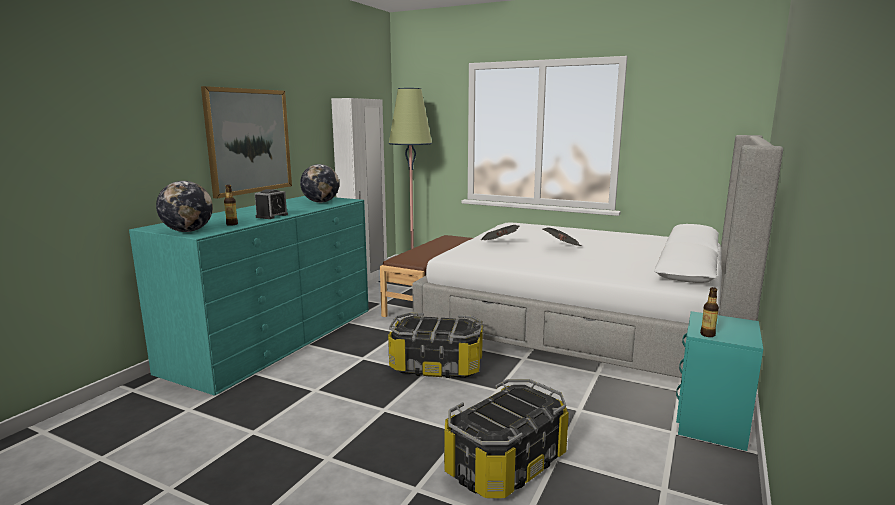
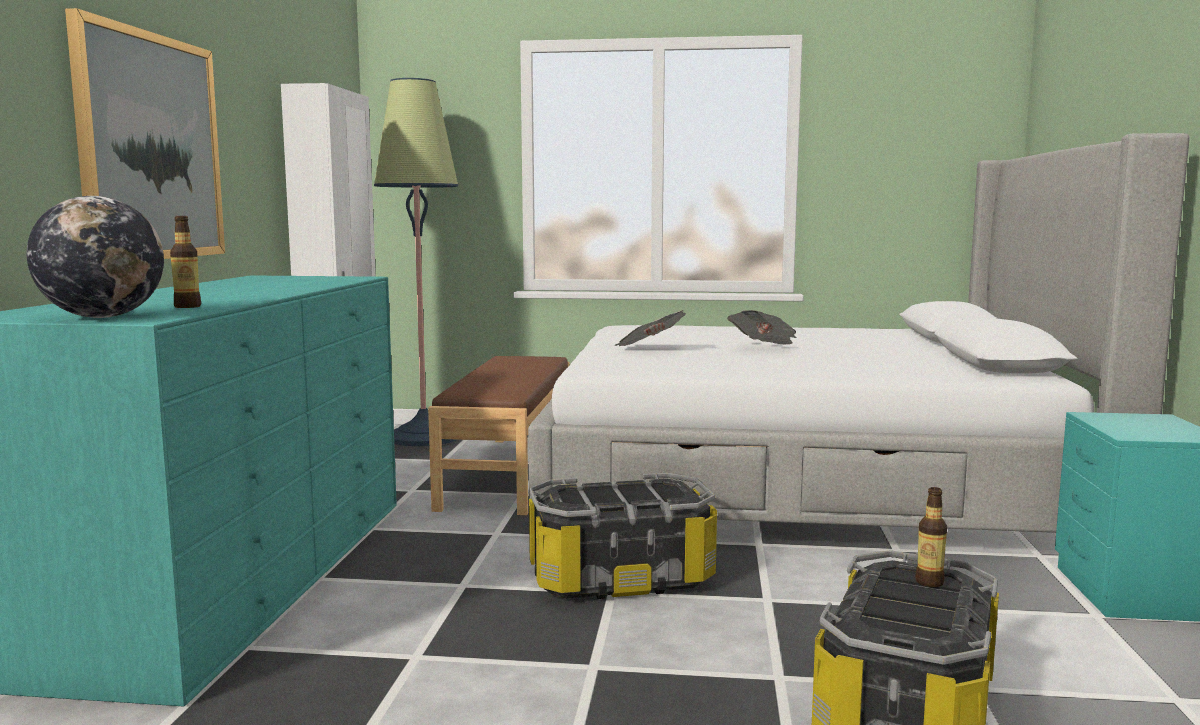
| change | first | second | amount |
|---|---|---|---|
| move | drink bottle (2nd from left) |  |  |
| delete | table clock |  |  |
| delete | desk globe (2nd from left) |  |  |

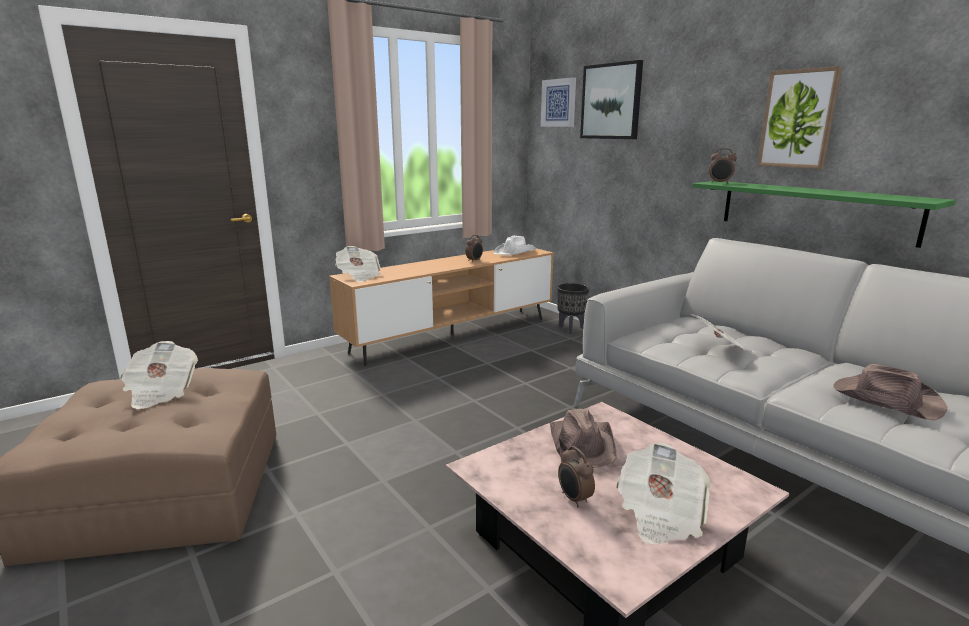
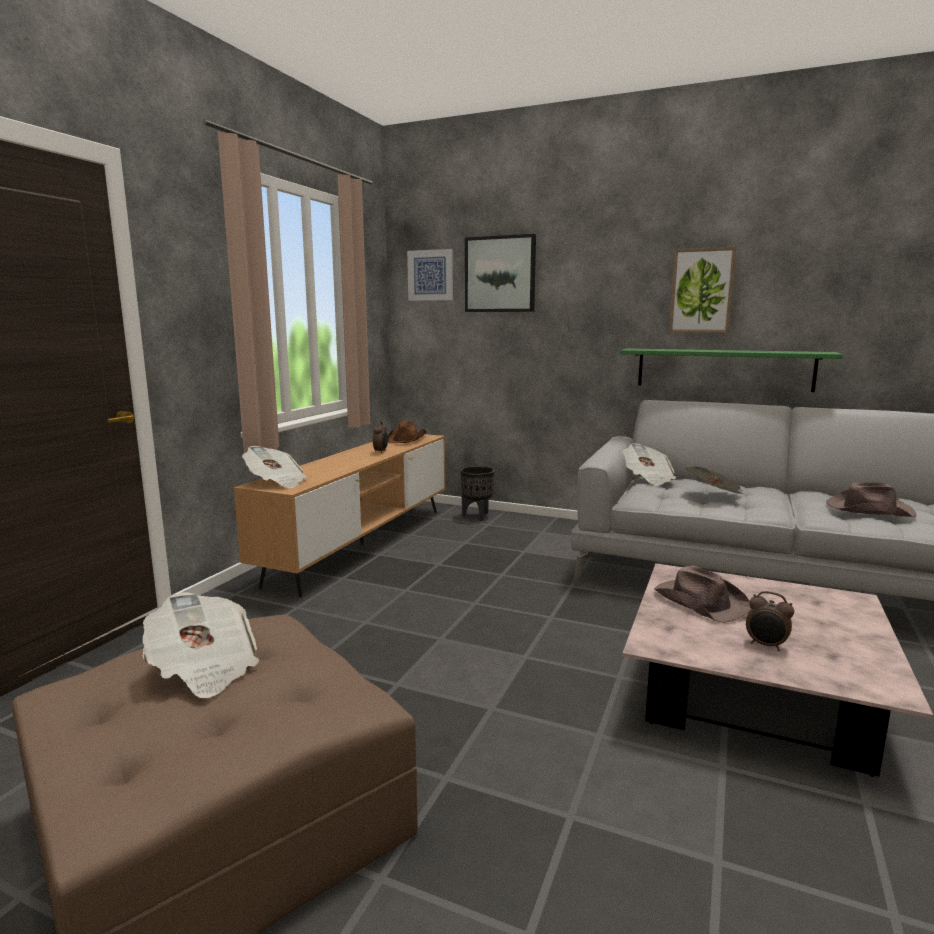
| change | first | second | amount |
|---|---|---|---|
| recolor | hat/white | hat/brownish (1st from left) |  |
| move | newspaper (3rd from left) |  |  |
| delete | table clock (3rd from left) |  |  |

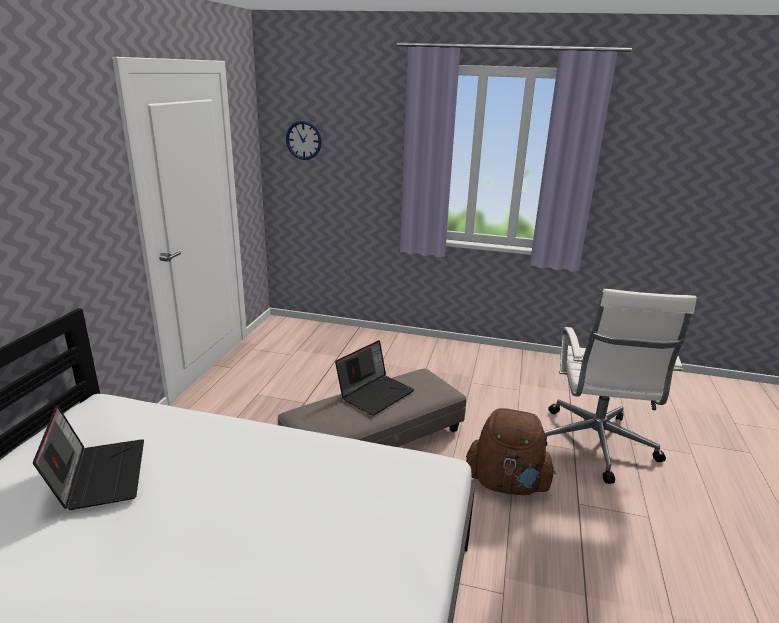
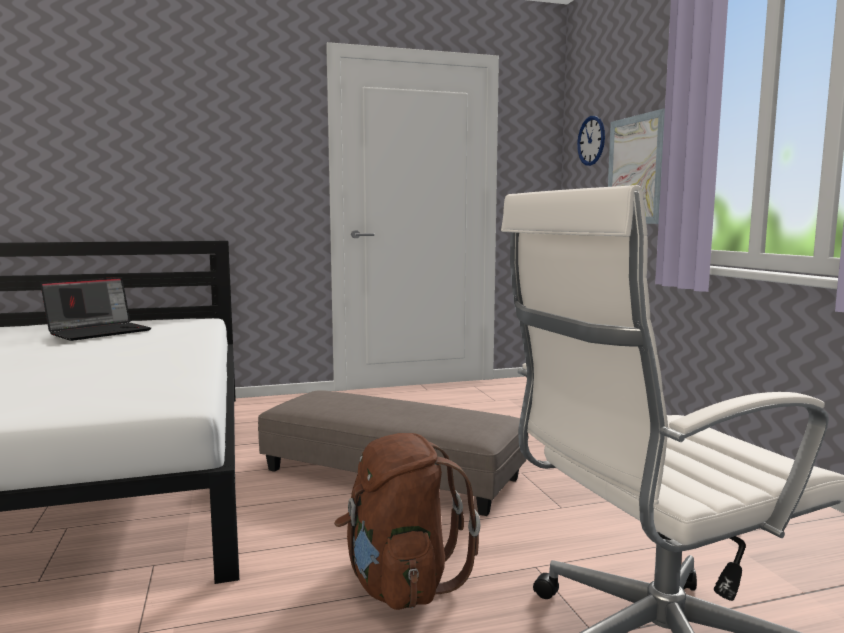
| change | first | second | amount |
|---|---|---|---|
| insert |  | picture |  |
| delete | laptop (2nd from left) |  |  |

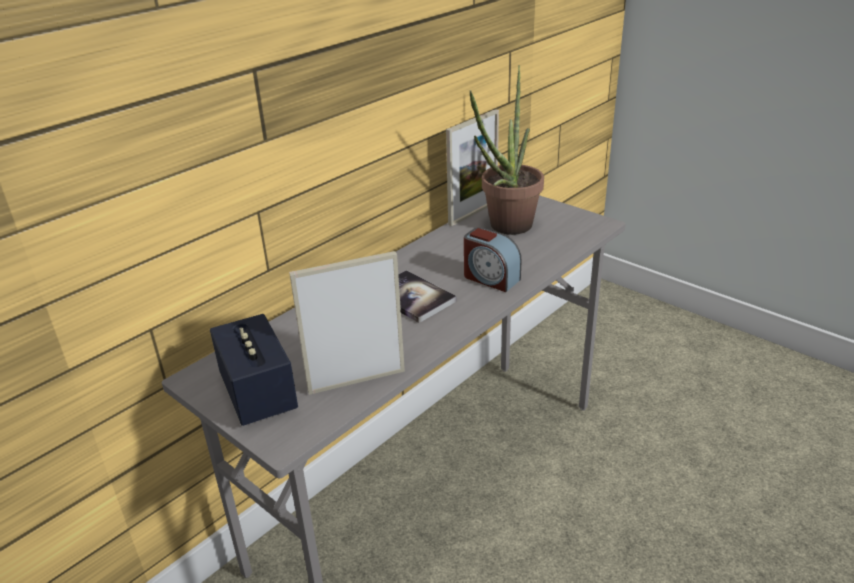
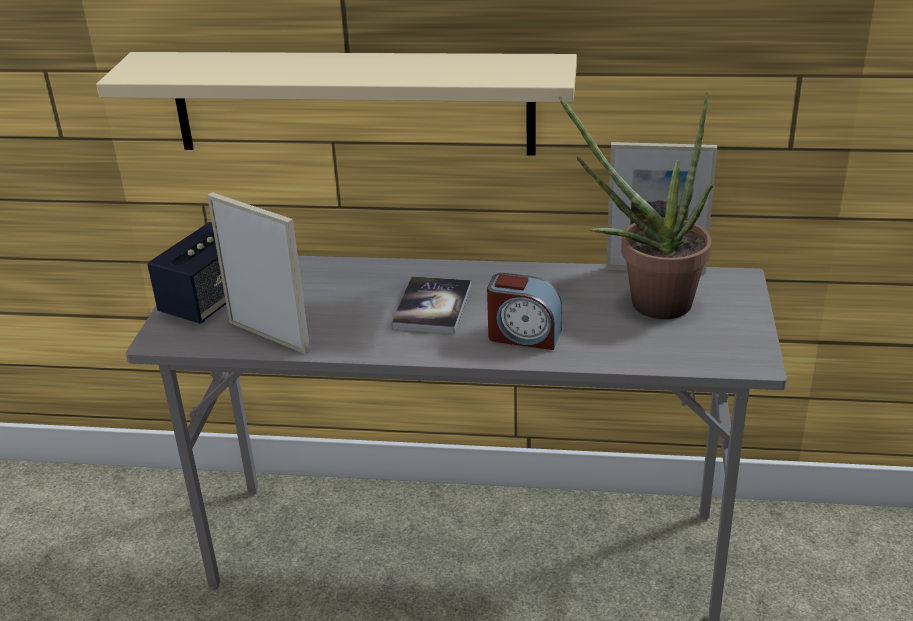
| change | first | second | amount |
|---|---|---|---|
| insert |  | shelf/sand-coloured |  |
| rotate | table clock |  | 75 degrees counterclockwise |

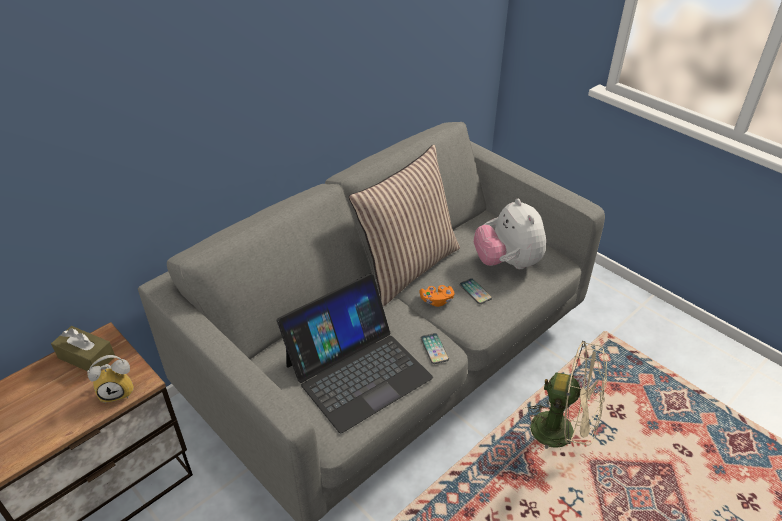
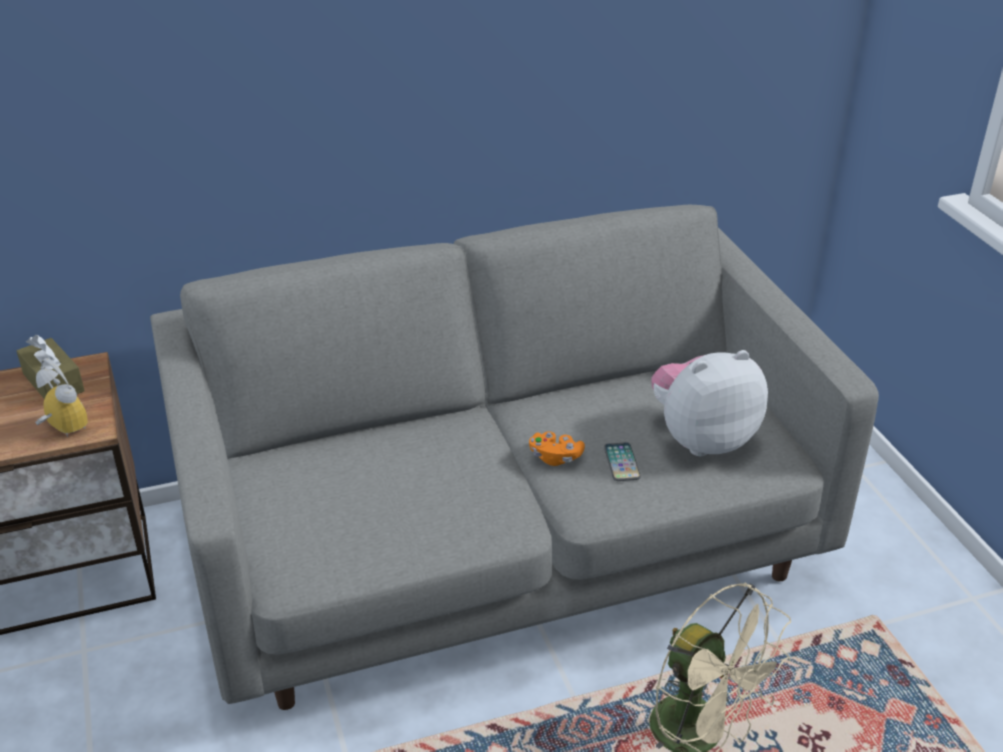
| change | first | second | amount |
|---|---|---|---|
| rotate | table clock |  | 150 degrees counterclockwise |
| rotate | cuddly toy |  | 60 degrees clockwise |
| delete | laptop |  |  |
| delete | pillow |  |  |
| delete | phone (1st from left) |  |  |

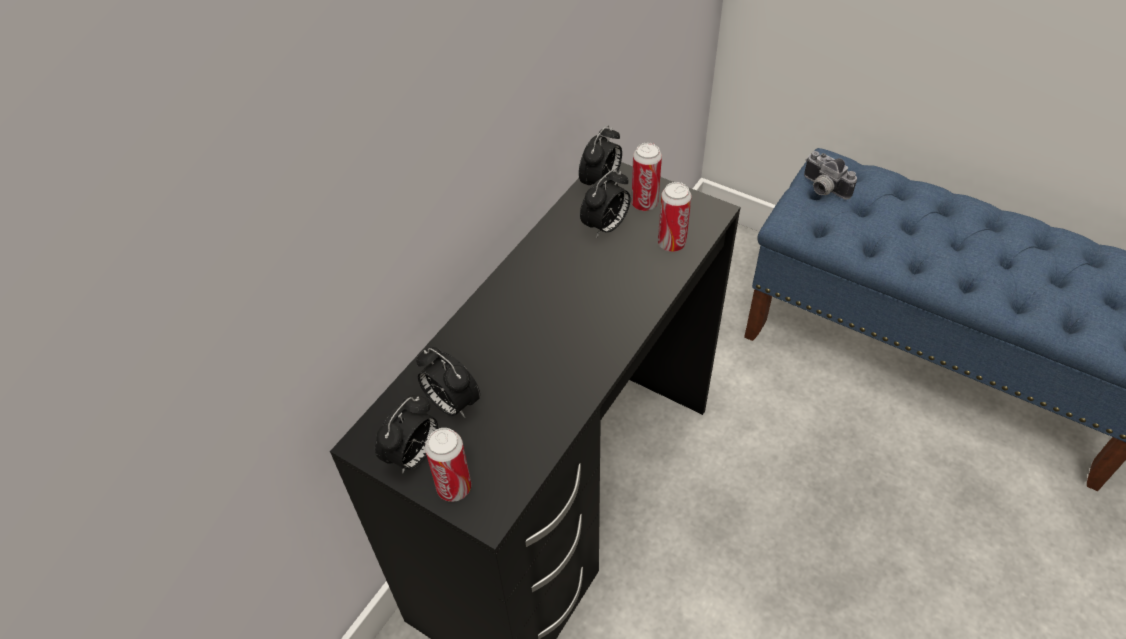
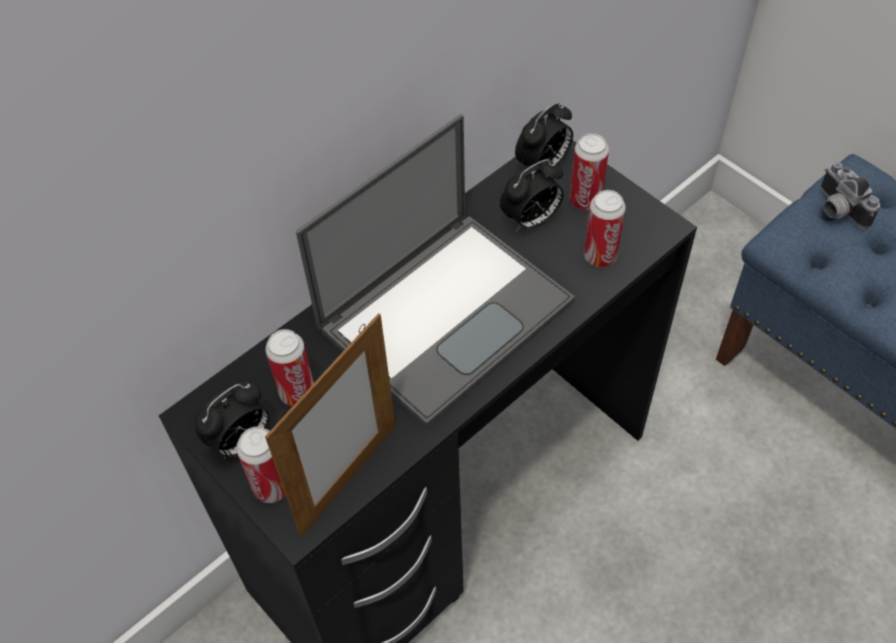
| change | first | second | amount |
|---|---|---|---|
| insert |  | standing frame |  |
| replace | table clock (2nd from left) | sealed can (2nd from left) |  |
| insert |  | laptop |  |

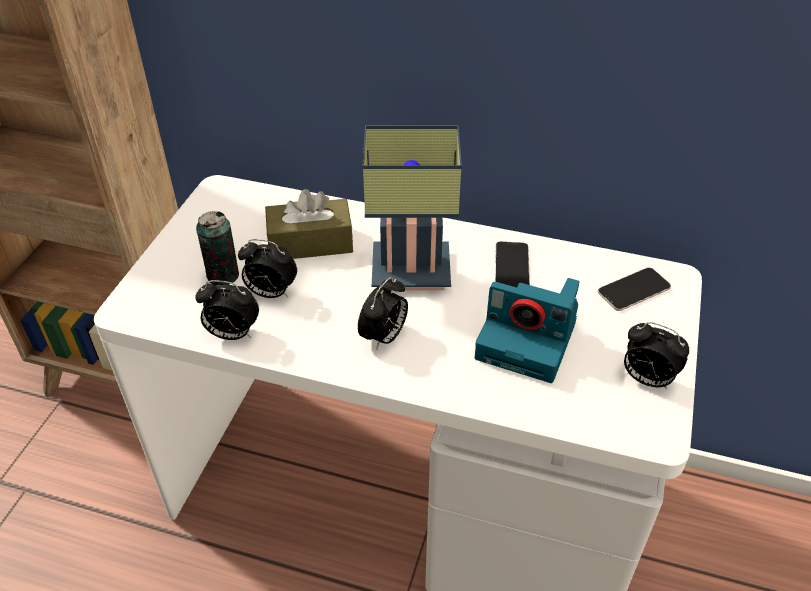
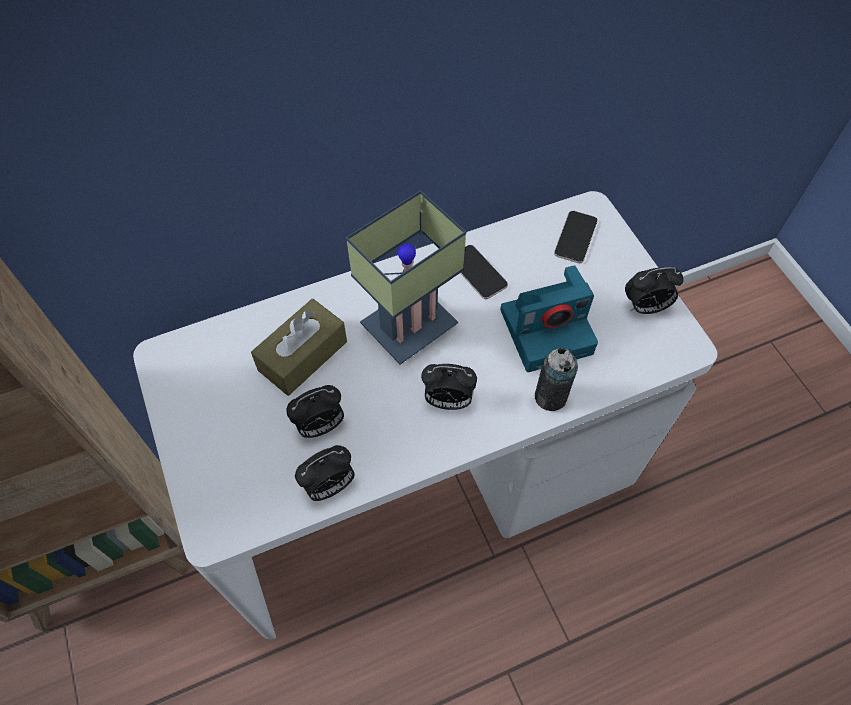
| change | first | second | amount |
|---|---|---|---|
| rotate | table clock (3rd from left) |  | 105 degrees clockwise |
| move | sealed can |  |  |

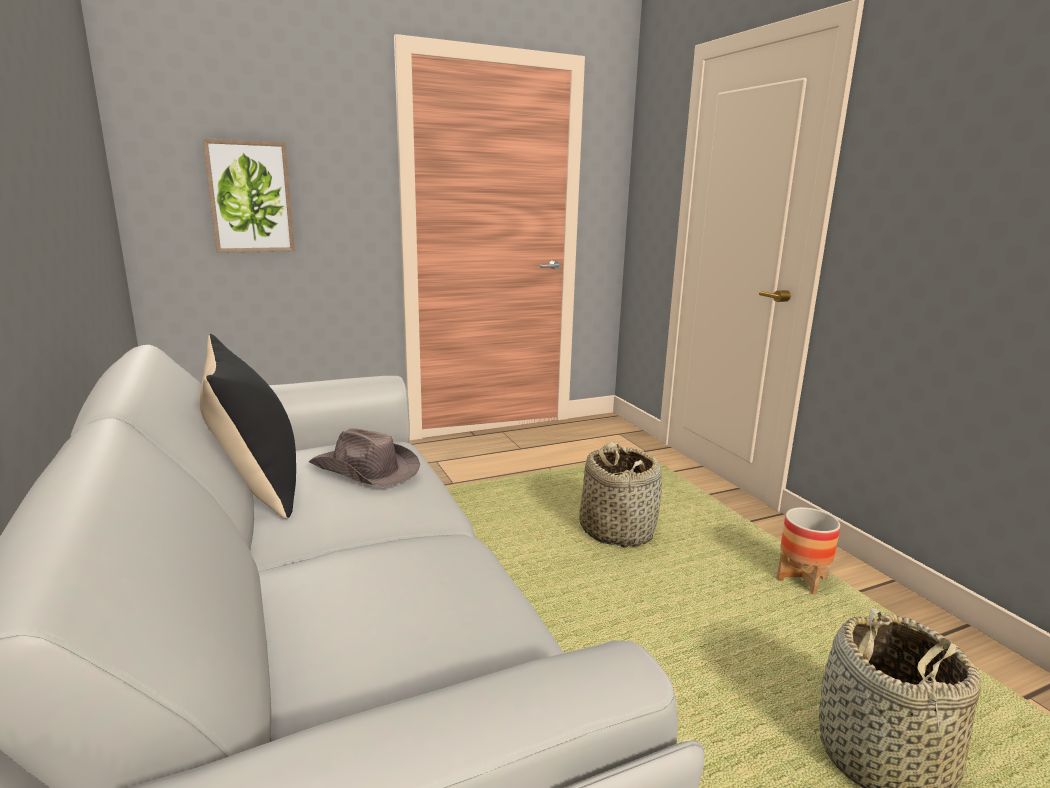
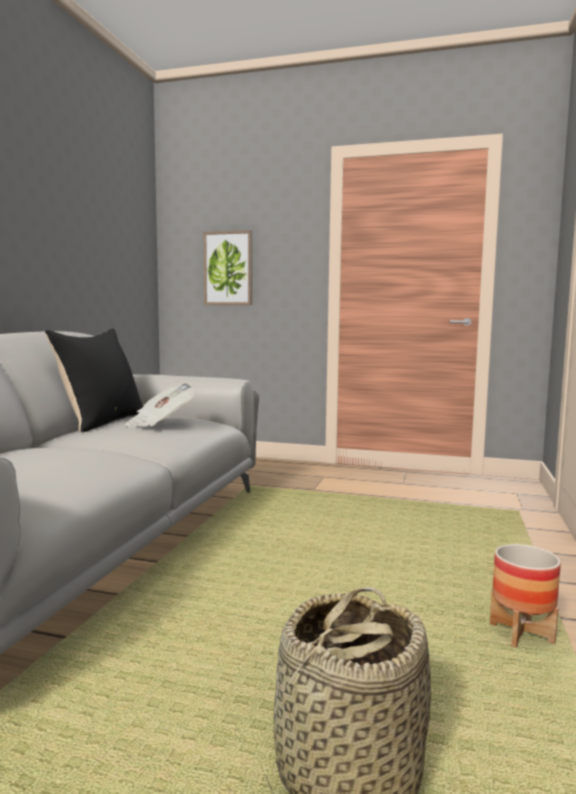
| change | first | second | amount |
|---|---|---|---|
| replace | hat/brownish | newspaper |  |
| delete | household basket (1st from left) |  |  |

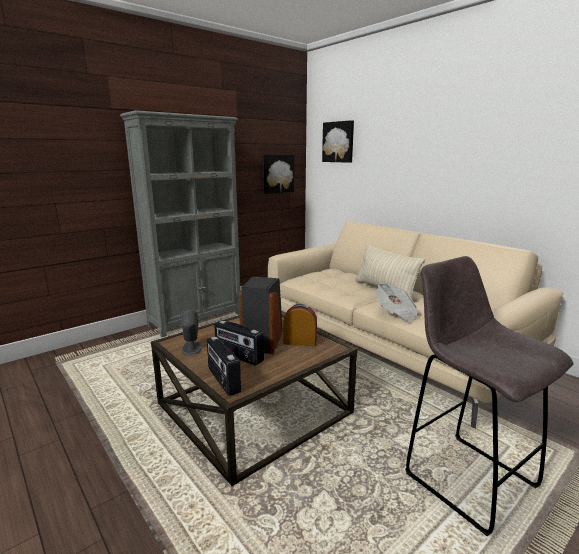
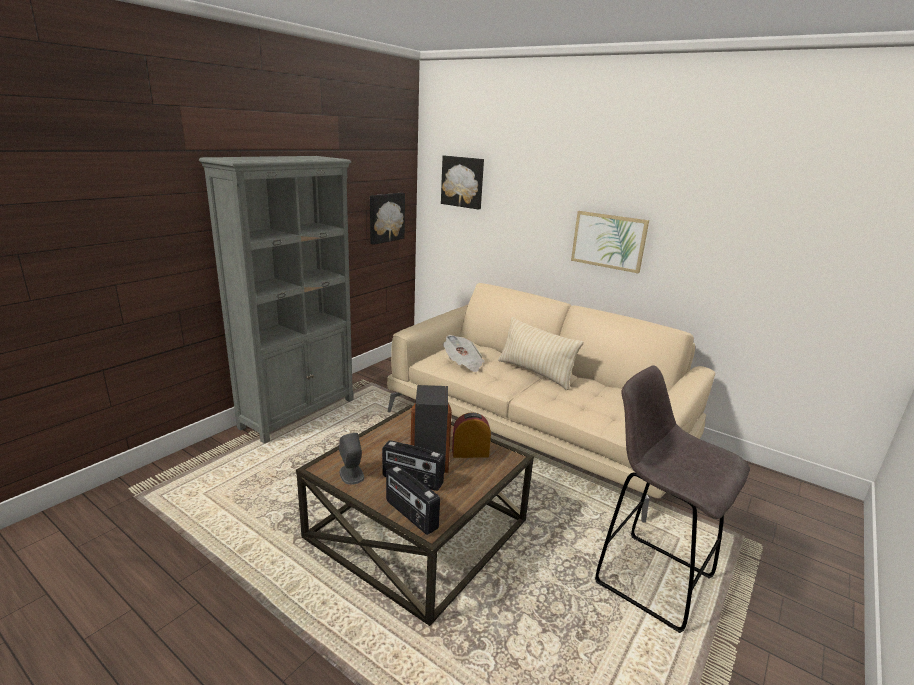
| change | first | second | amount |
|---|---|---|---|
| move | newspaper |  |  |
| insert |  | picture (3rd from left) |  |

